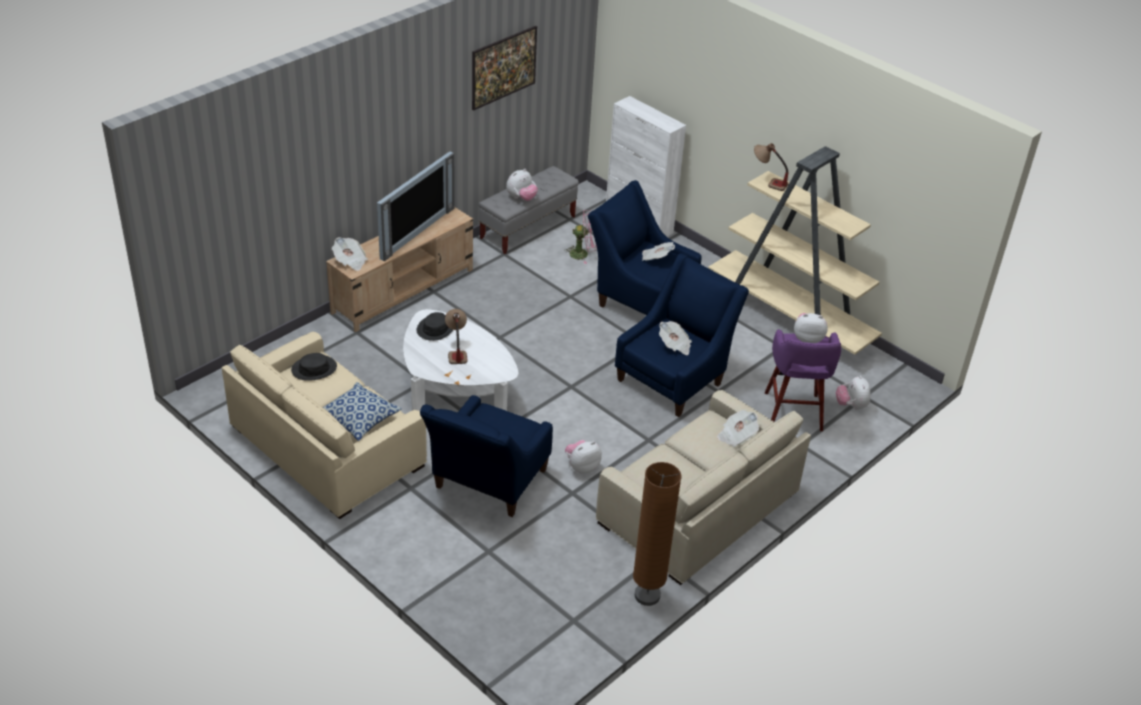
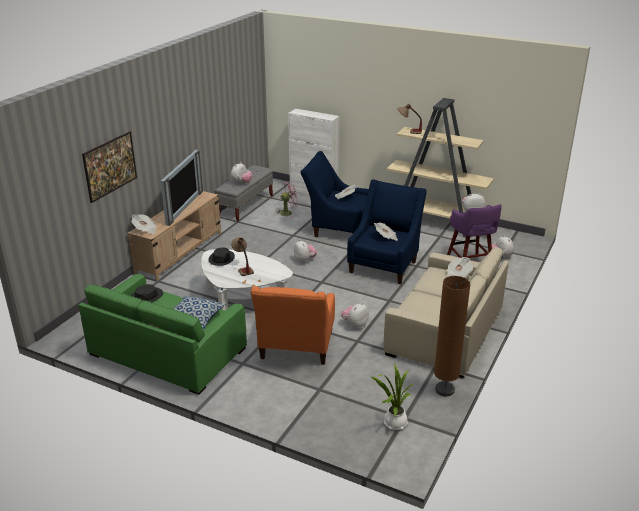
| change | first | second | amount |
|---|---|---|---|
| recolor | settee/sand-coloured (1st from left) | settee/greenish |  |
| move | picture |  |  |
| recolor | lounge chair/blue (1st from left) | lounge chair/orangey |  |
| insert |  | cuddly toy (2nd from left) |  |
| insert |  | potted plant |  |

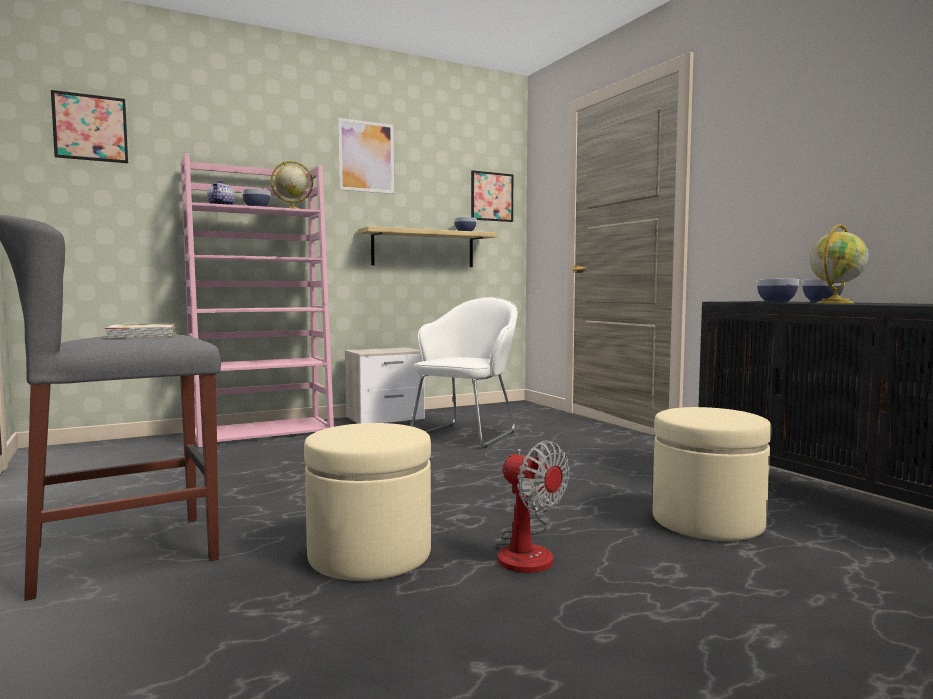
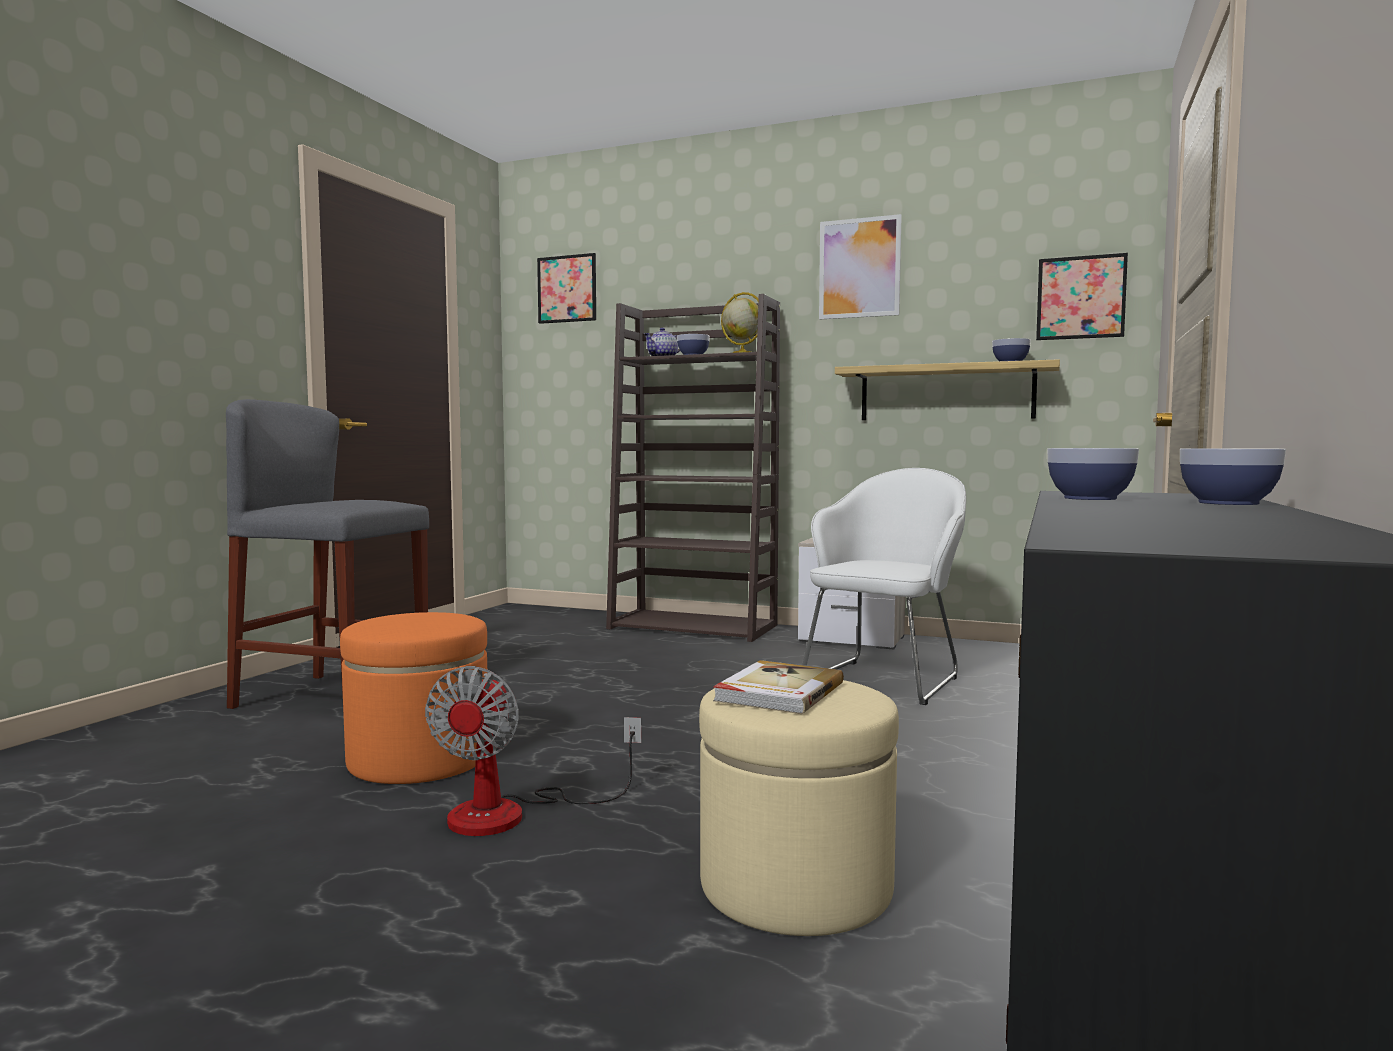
| change | first | second | amount |
|---|---|---|---|
| recolor | footrest/sand-coloured (1st from left) | footrest/orangey |  |
| recolor | bookshelf/pink | bookshelf/brownish |  |
| move | book |  |  |
| rotate | lounge chair/white |  | 45 degrees counterclockwise |
| delete | desk globe (2nd from left) |  |  |

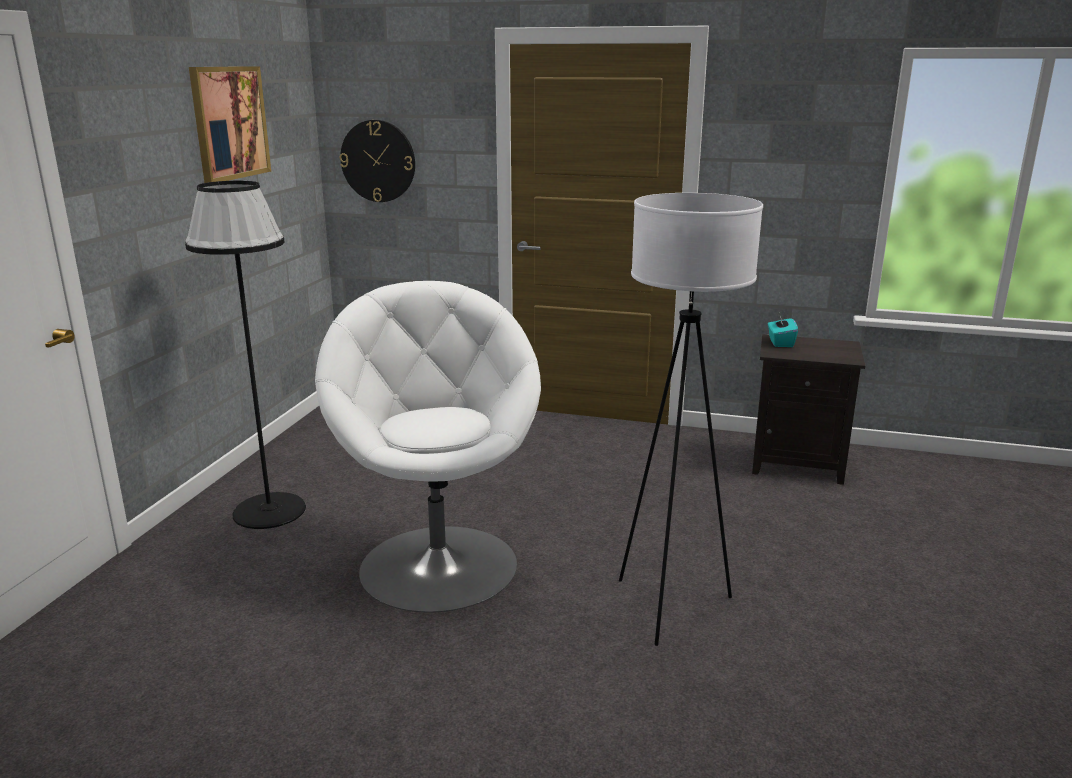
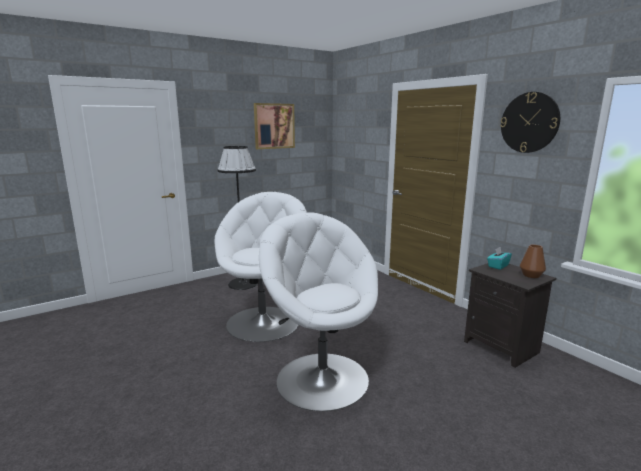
| change | first | second | amount |
|---|---|---|---|
| replace | floor lamp/white | lounge chair/white (2nd from left) |  |
| move | wall clock |  |  |
| insert |  | vase/brownish |  |

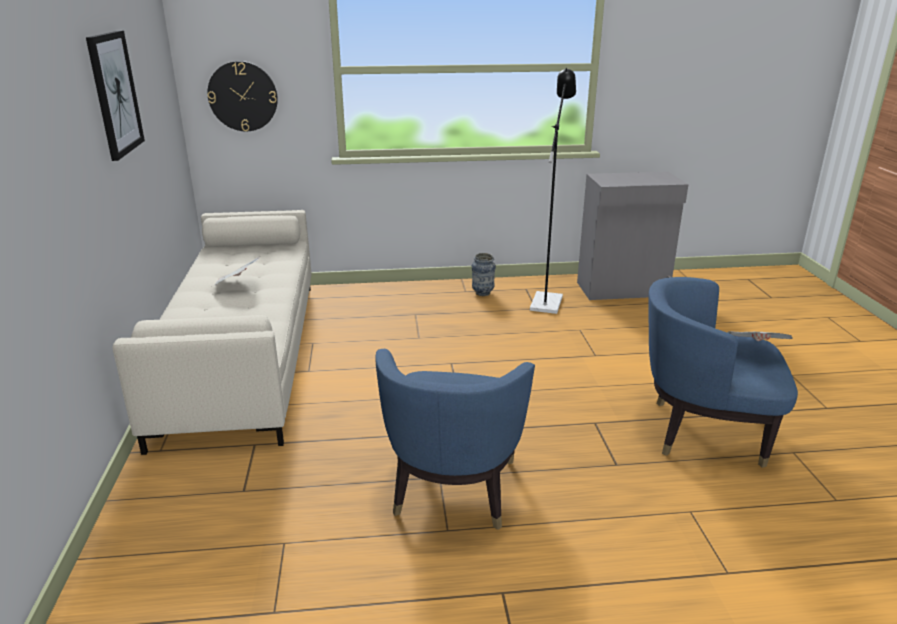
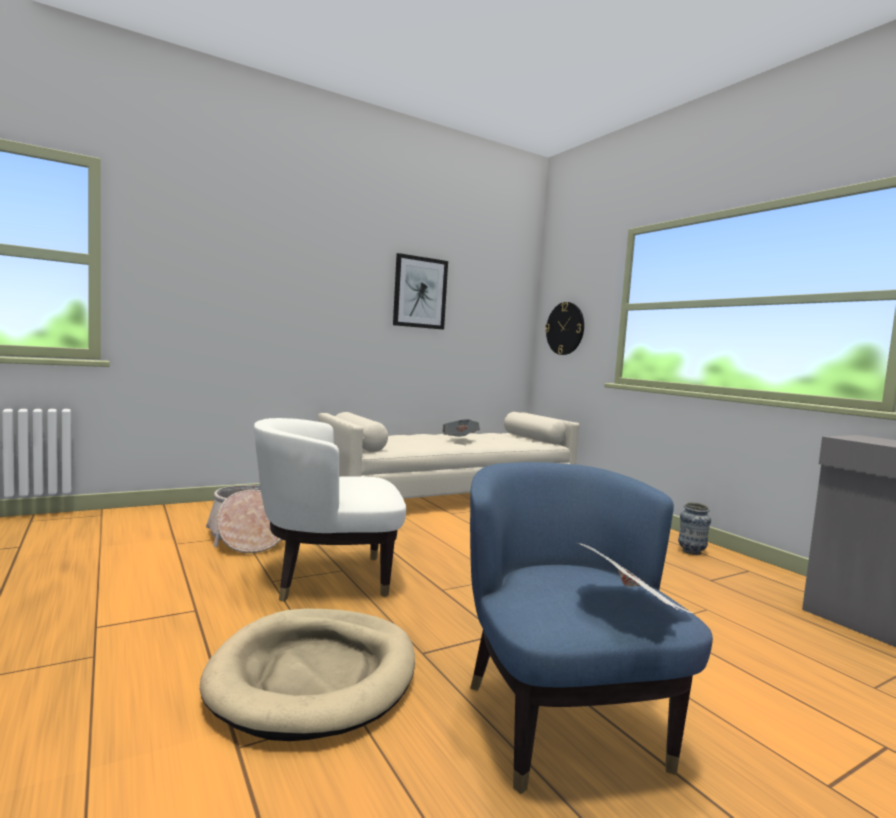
| change | first | second | amount |
|---|---|---|---|
| insert |  | pet bed/sand-coloured |  |
| insert |  | household basket |  |
| recolor | lounge chair/blue (1st from left) | lounge chair/white |  |
| delete | floor lamp/black |  |  |

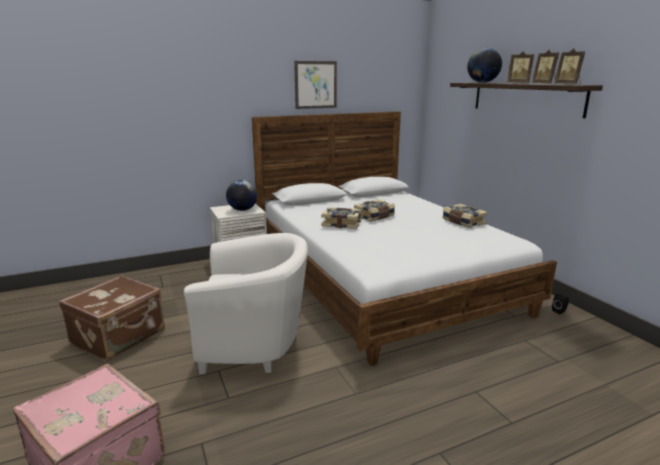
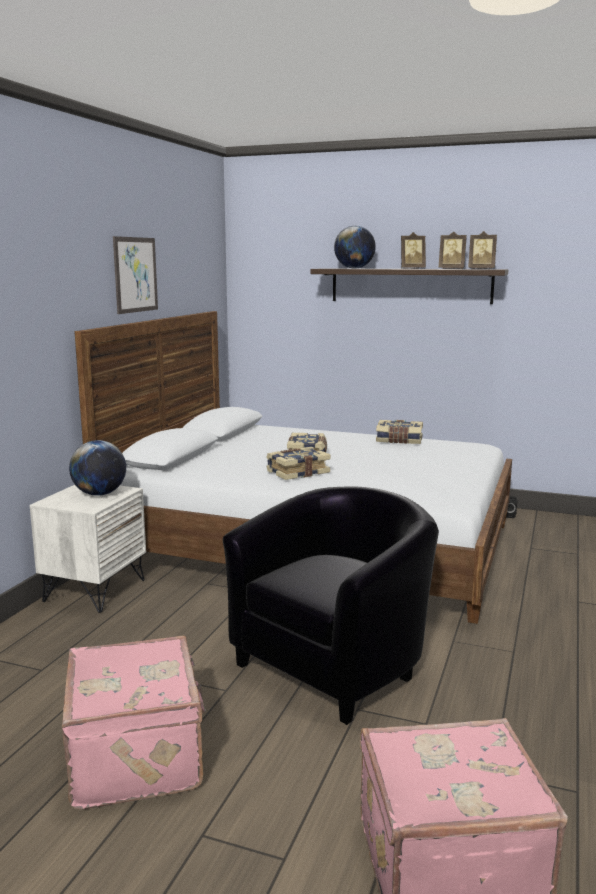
| change | first | second | amount |
|---|---|---|---|
| recolor | piece of luggage/brownish | piece of luggage/pink (1st from left) |  |
| recolor | lounge chair/white | lounge chair/black |  |

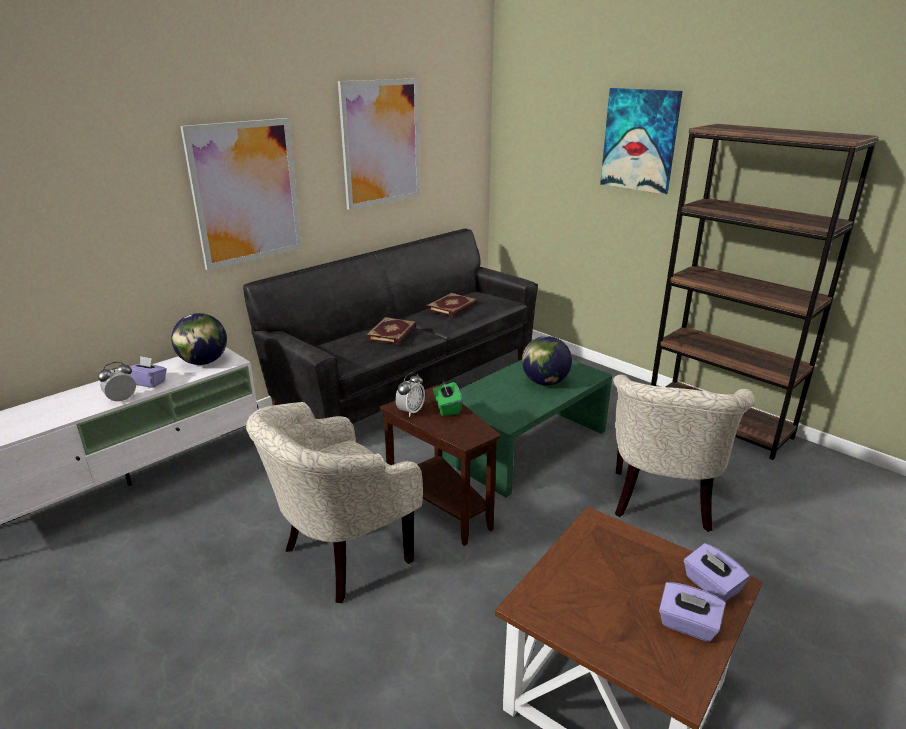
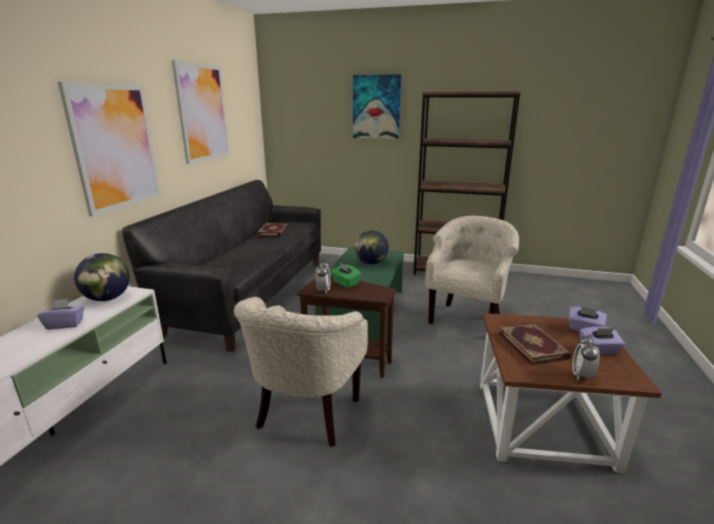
| change | first | second | amount |
|---|---|---|---|
| rotate | lounge chair/sand-coloured (2nd from left) |  | 135 degrees counterclockwise |
| move | book (1st from left in the first image) | book (2nd from left) |  |
| move | table clock (1st from left in the first image) | table clock (2nd from left) |  |

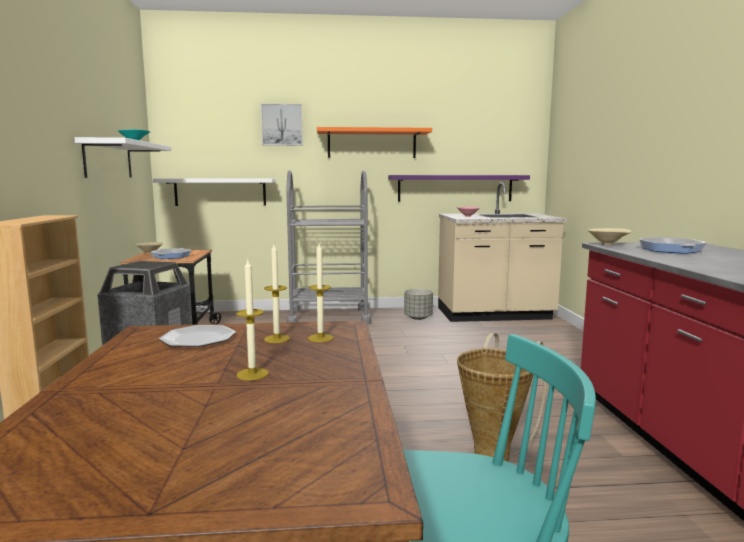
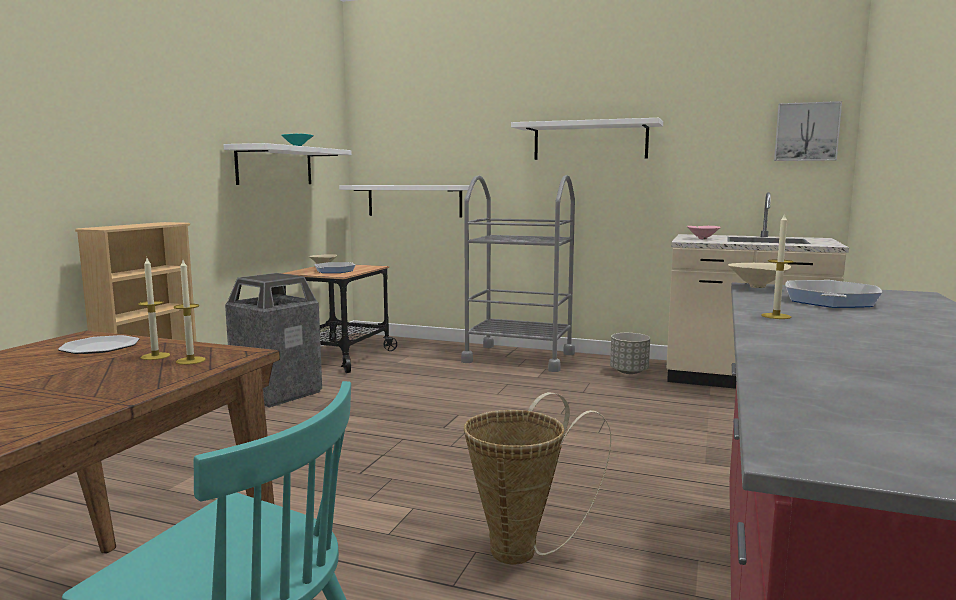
| change | first | second | amount |
|---|---|---|---|
| recolor | shelf/orangey | shelf/white (3rd from left) |  |
| move | candle (1st from left in the first image) | candle (3rd from left) |  |
| move | picture |  |  |
| delete | shelf/purple |  |  |

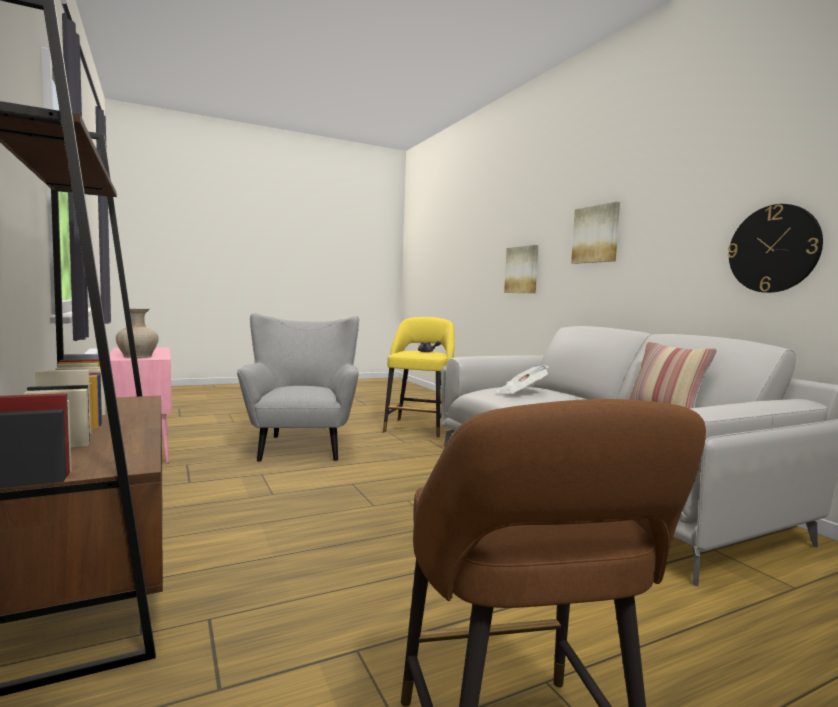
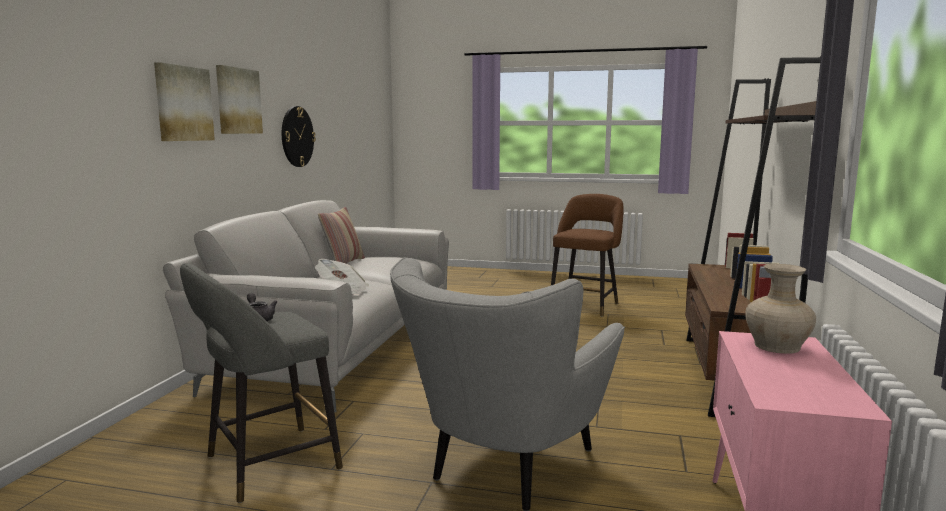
| change | first | second | amount |
|---|---|---|---|
| recolor | sitting stool/yellowish | sitting stool/greyish |  |
| move | picture (1st from left in the first image) | picture (2nd from left) |  |

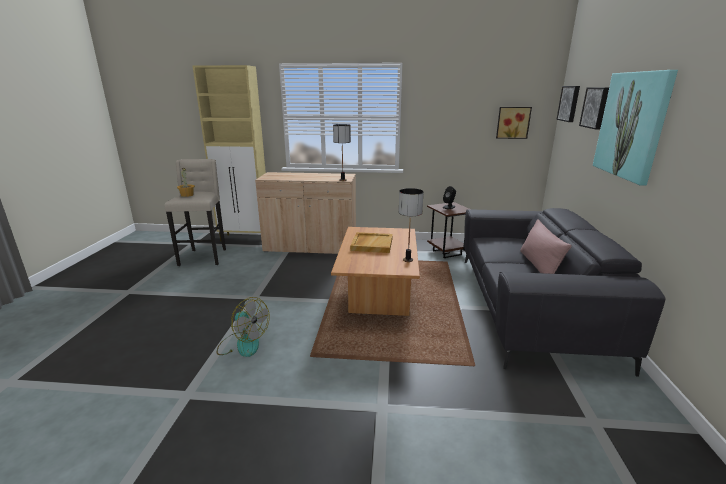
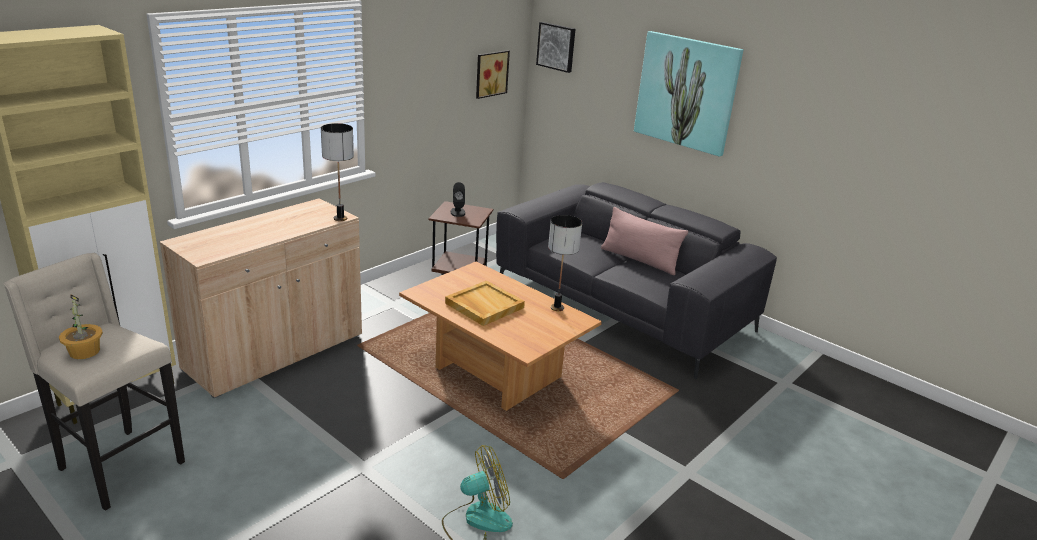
| change | first | second | amount |
|---|---|---|---|
| delete | picture (3rd from left) |  |  |

